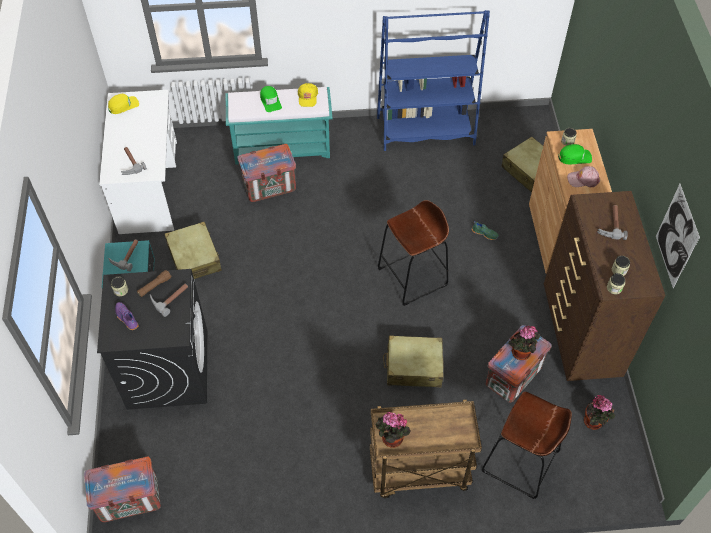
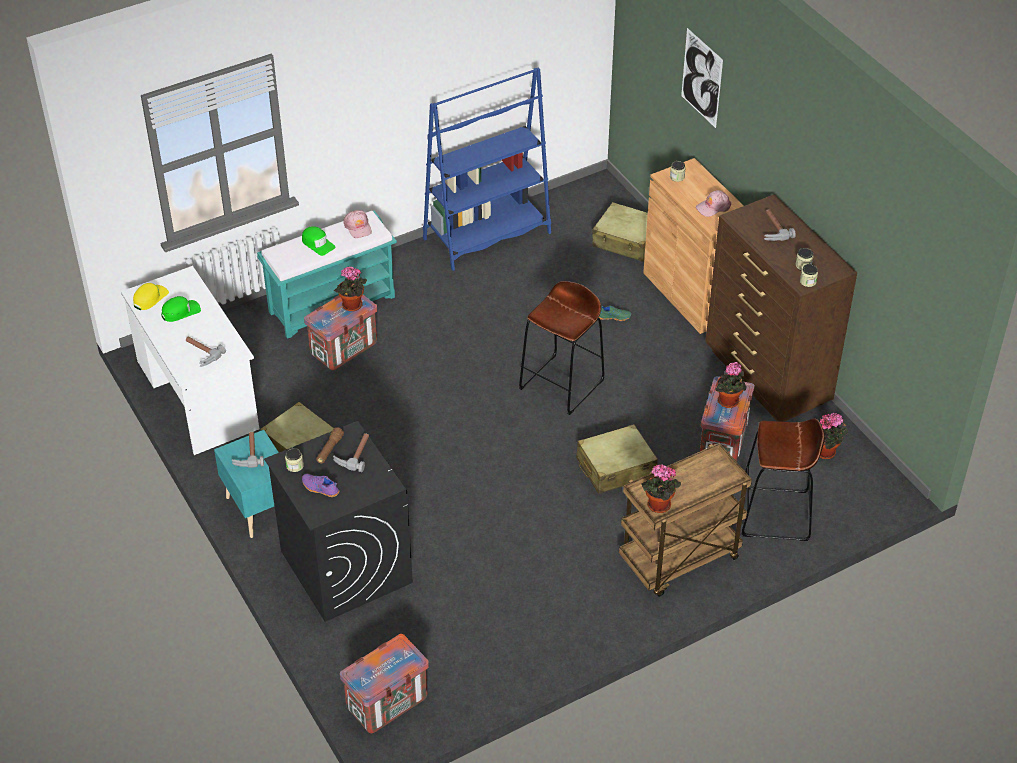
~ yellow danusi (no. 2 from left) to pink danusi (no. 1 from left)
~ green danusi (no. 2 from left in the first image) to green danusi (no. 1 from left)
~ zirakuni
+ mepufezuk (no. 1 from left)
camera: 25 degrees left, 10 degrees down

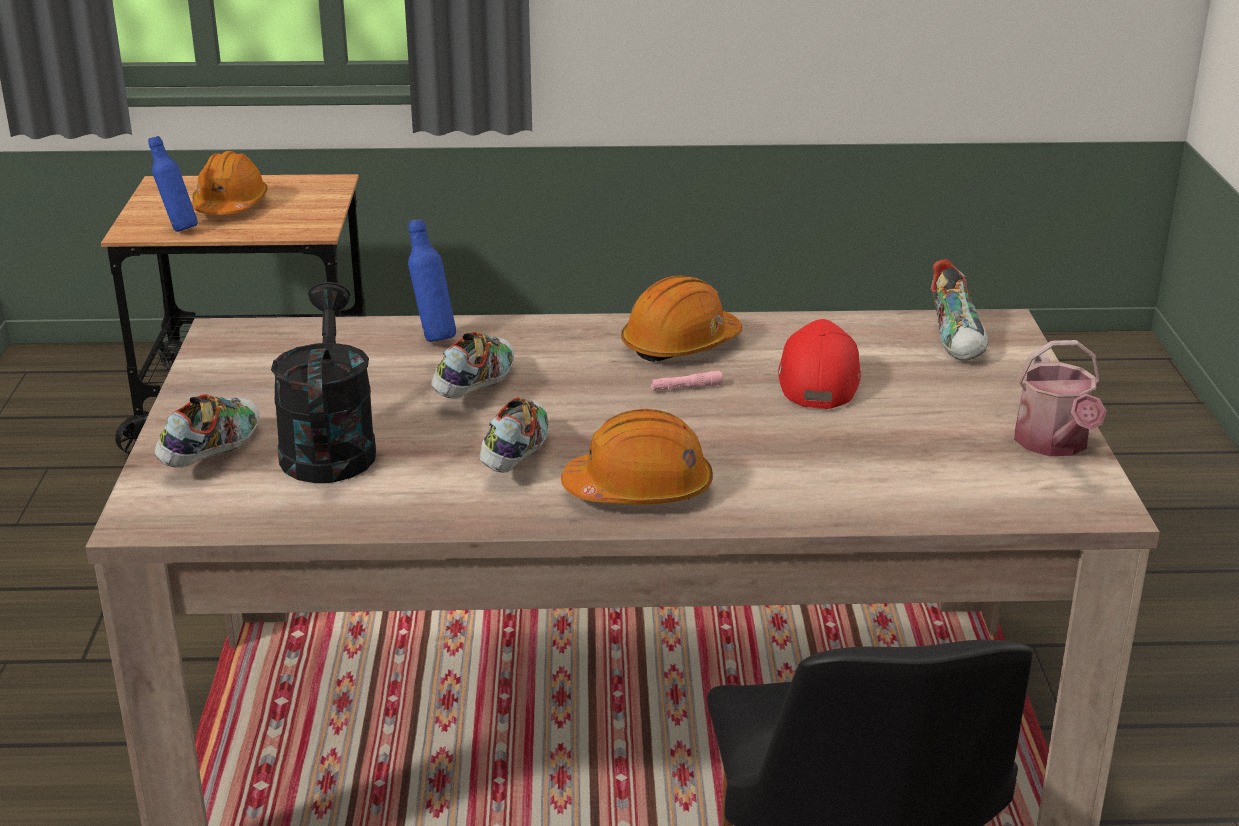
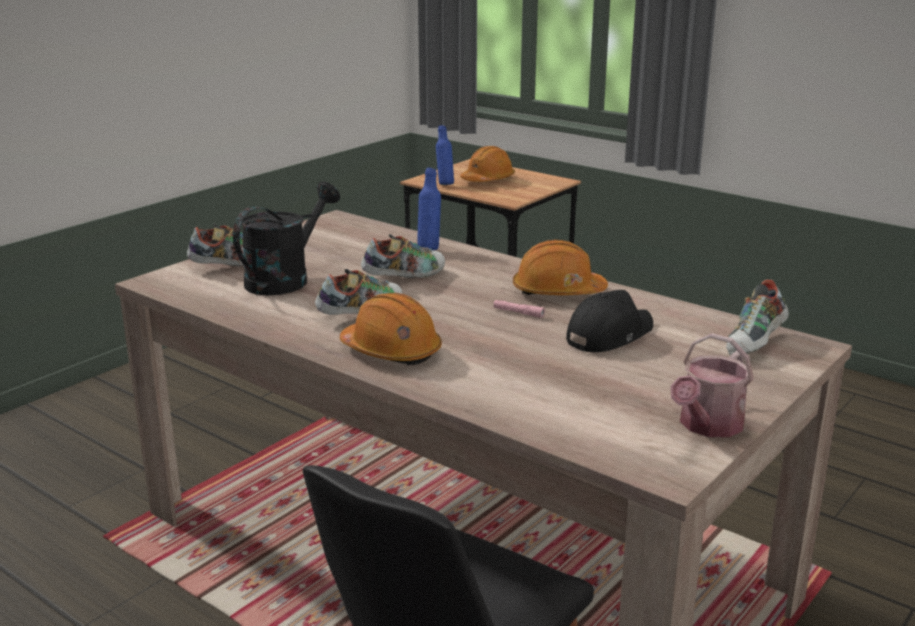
~ red danusi to black danusi
camera: 40 degrees right, 5 degrees down

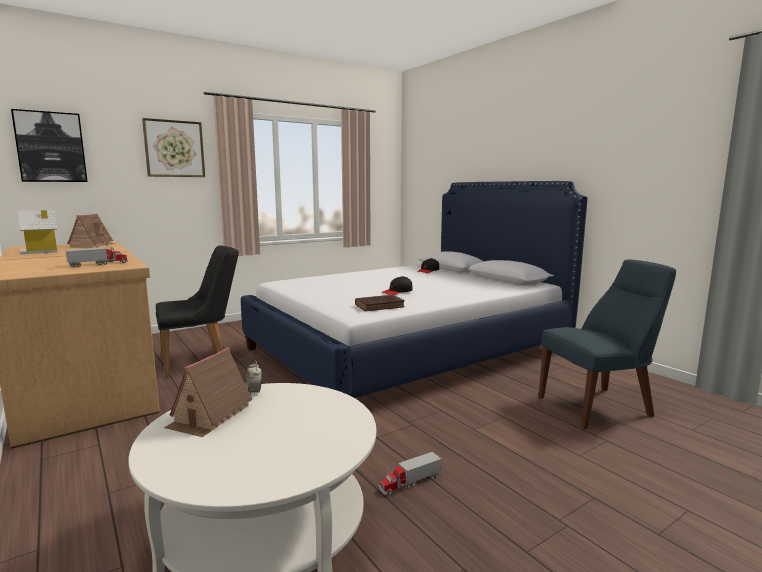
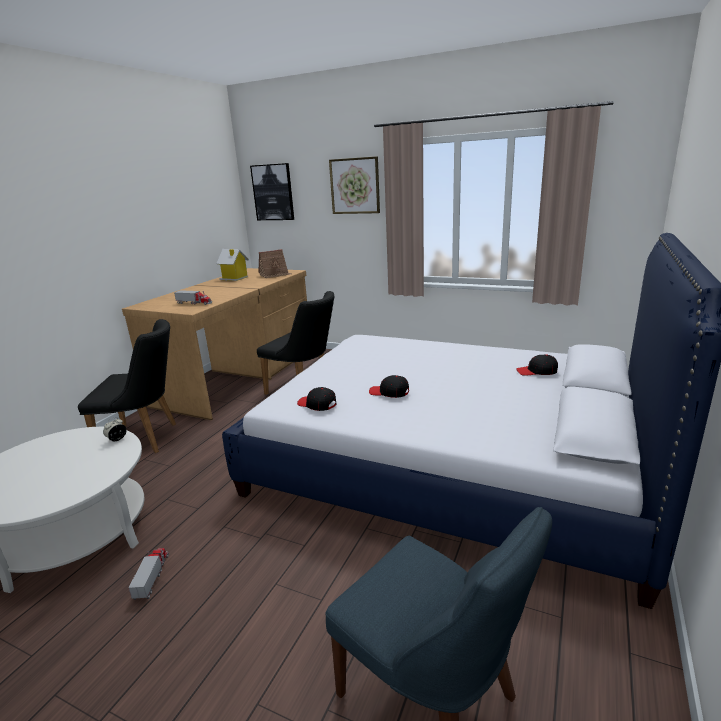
- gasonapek (no. 3 from left)
~ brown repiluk to black danusi (no. 1 from left)
~ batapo (no. 2 from left in the first image) 60 degrees clockwise
+ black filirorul (no. 1 from left)
camera: 60 degrees right, 10 degrees up

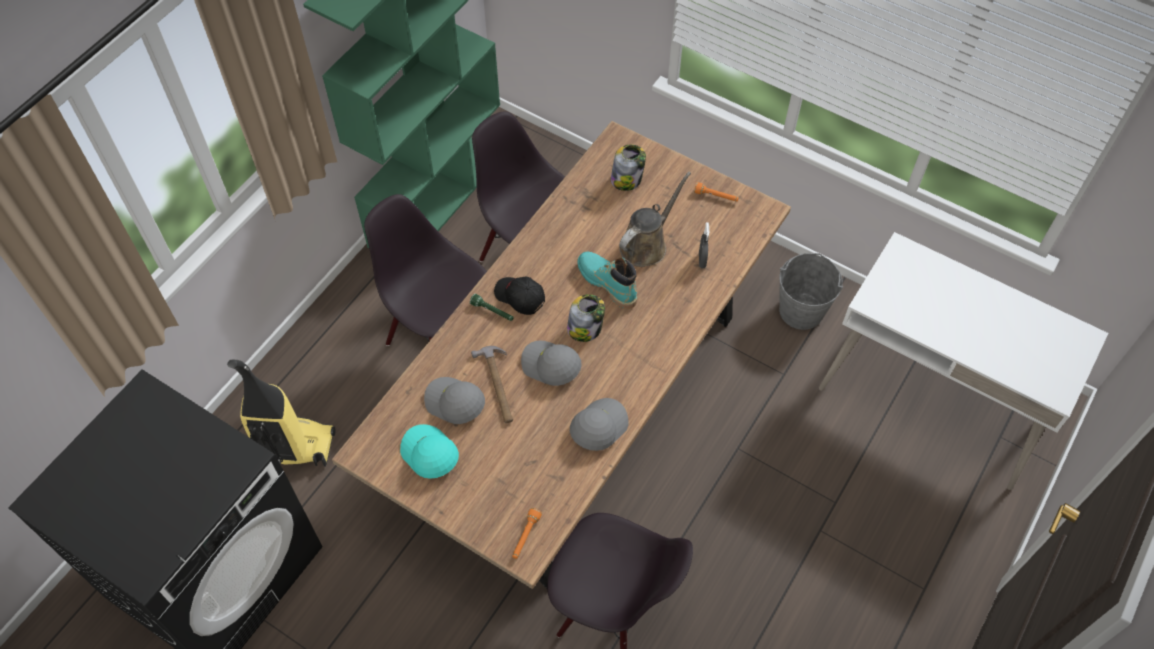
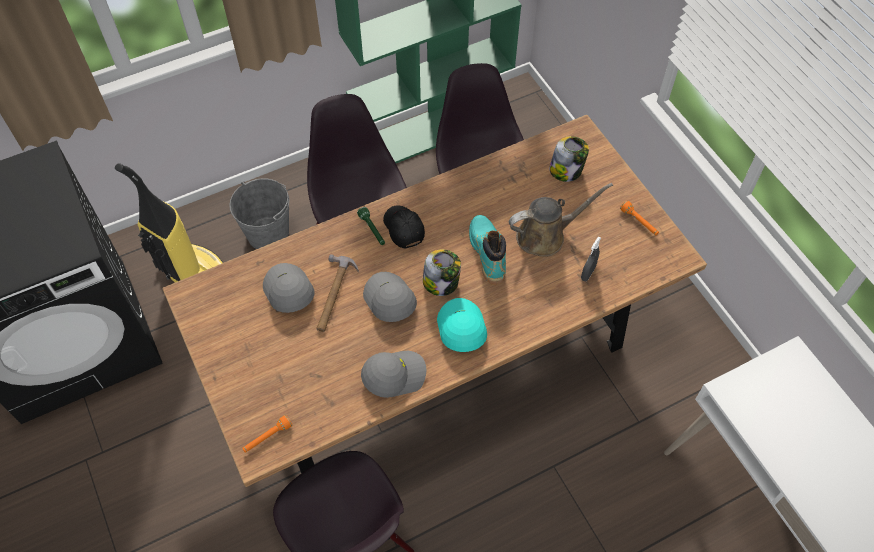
~ turquoise danusi
~ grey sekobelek
camera: 30 degrees right, 0 degrees up

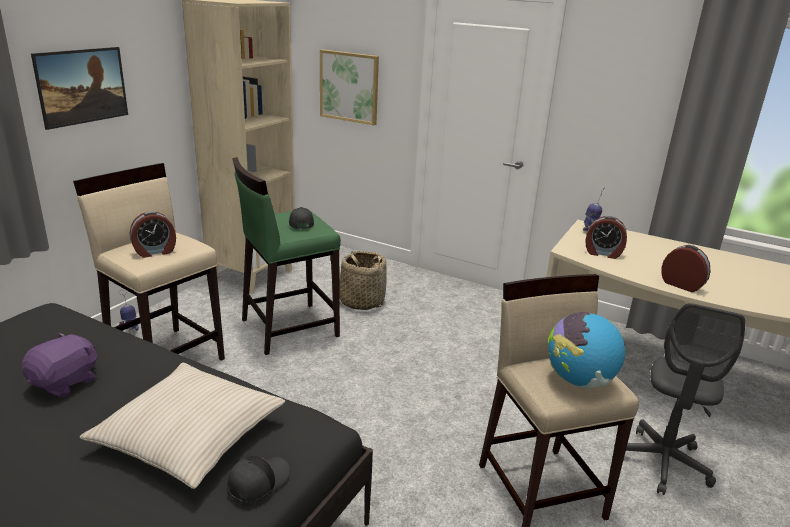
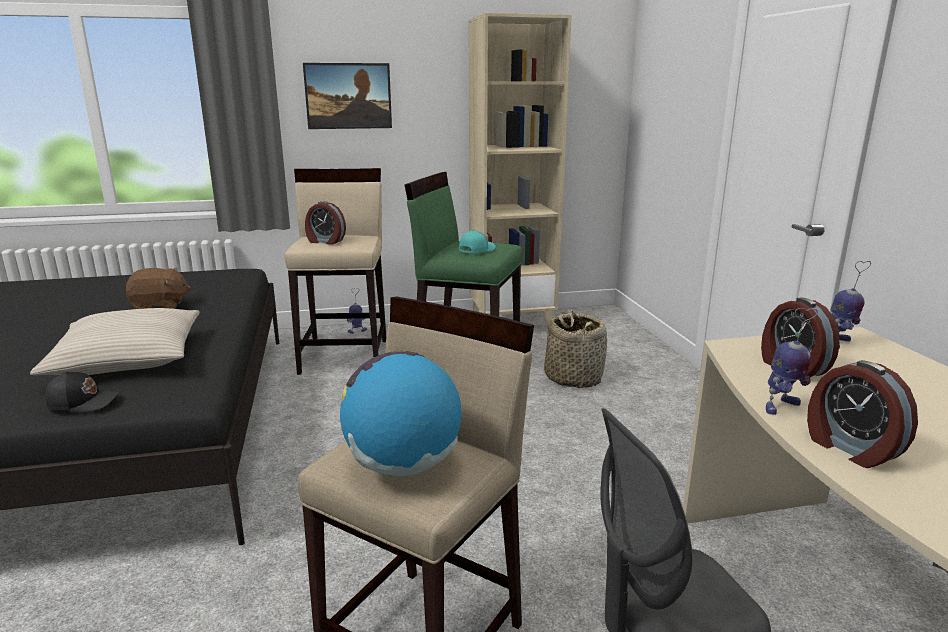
~ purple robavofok to brown robavofok
~ black danusi (no. 2 from left) to turquoise danusi
- zirakuni (no. 2 from left)
~ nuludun (no. 3 from left) 150 degrees clockwise
+ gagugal (no. 2 from left)
camera: 50 degrees right, 5 degrees down

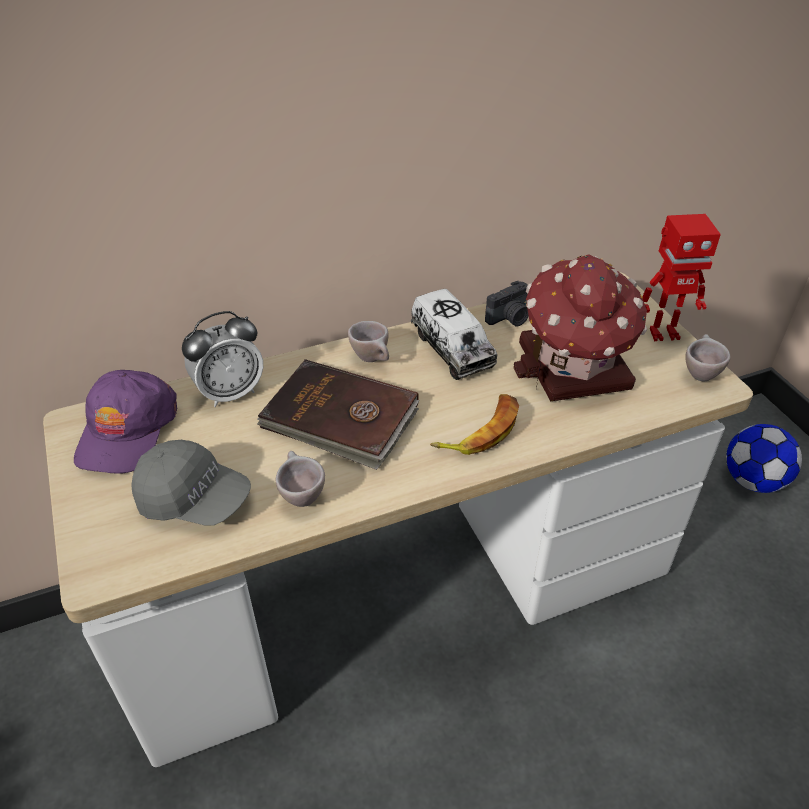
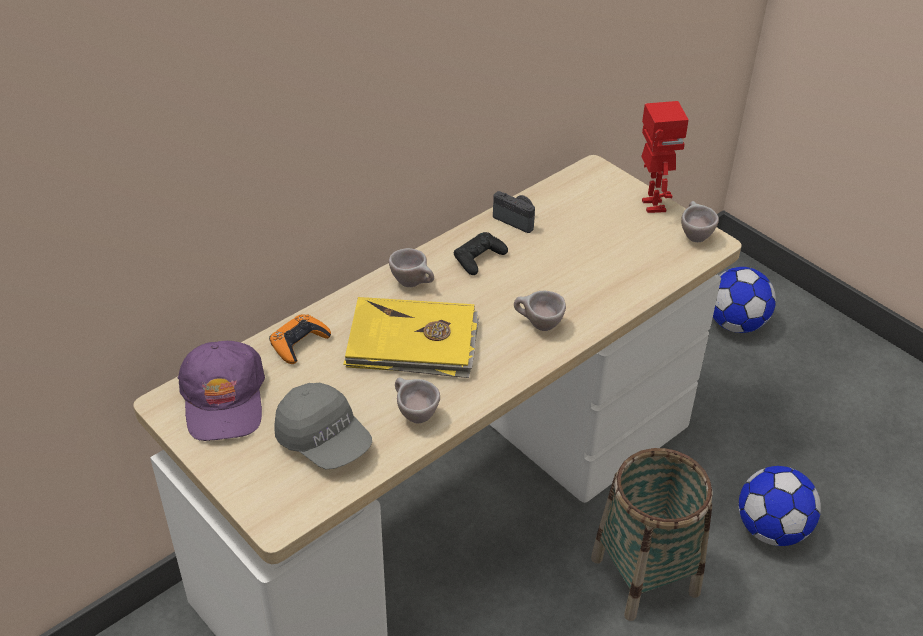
~ grey danusi 45 degrees clockwise
~ nuludun to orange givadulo
~ brown repiluk to yellow repiluk
~ batapo to black givadulo
~ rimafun to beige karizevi (no. 3 from left)
~ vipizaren 90 degrees counterclockwise
- gasonapek
~ gagugal 75 degrees counterclockwise
+ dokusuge
+ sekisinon (no. 2 from left)
camera: 20 degrees left, 0 degrees up

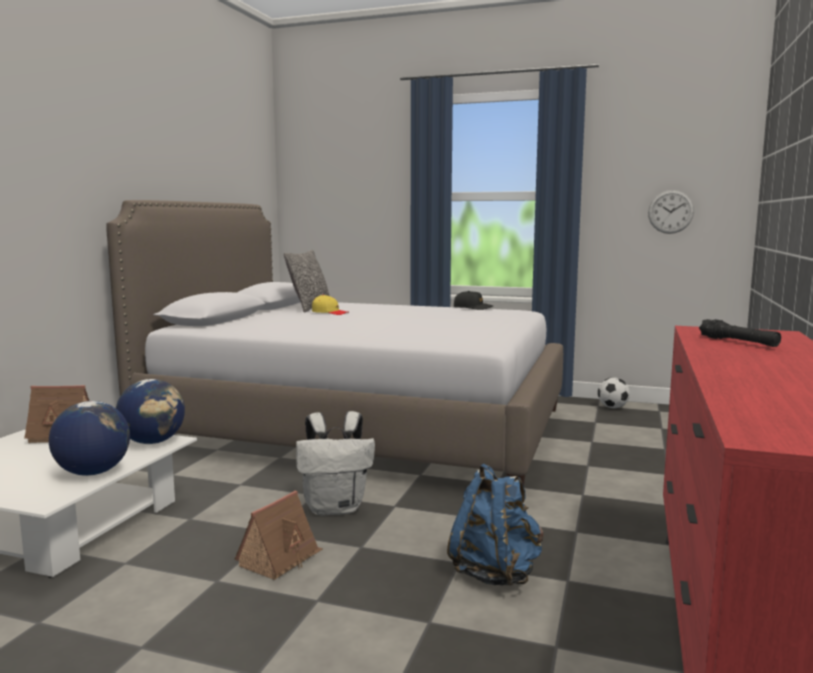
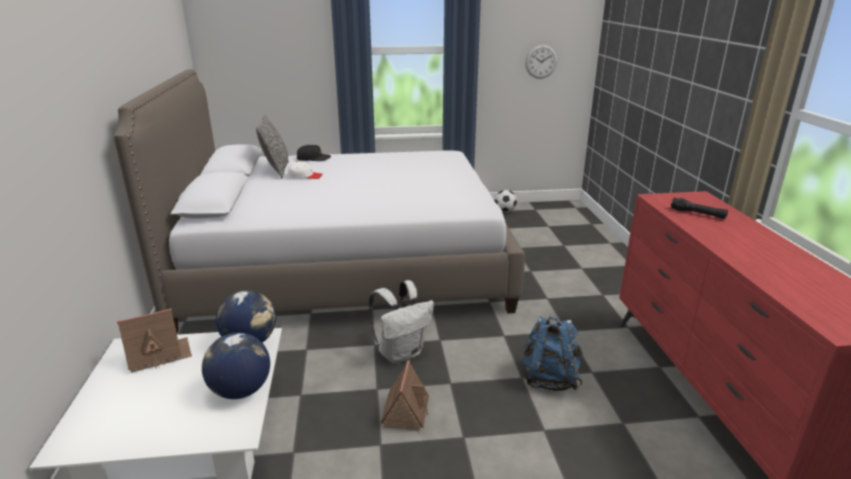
~ yellow danusi to white danusi
~ black danusi
camera: 25 degrees left, 15 degrees up

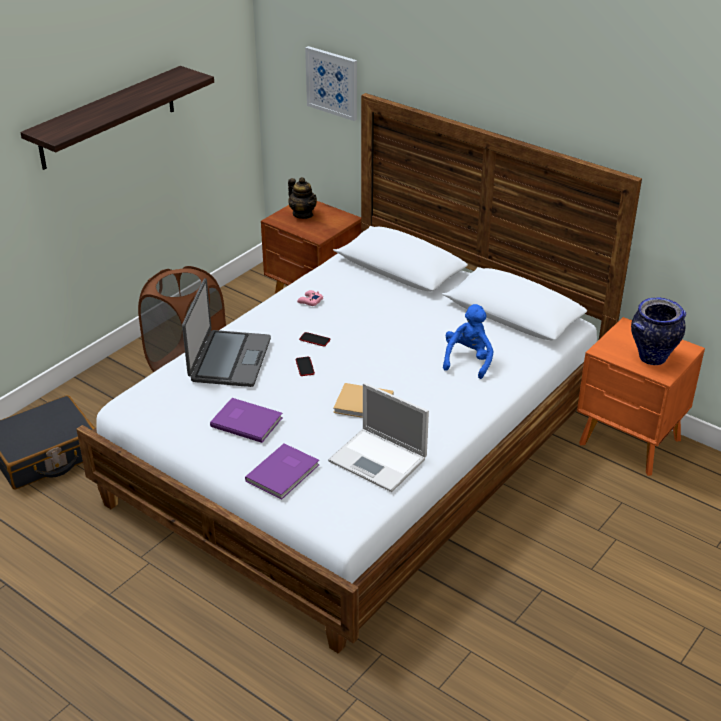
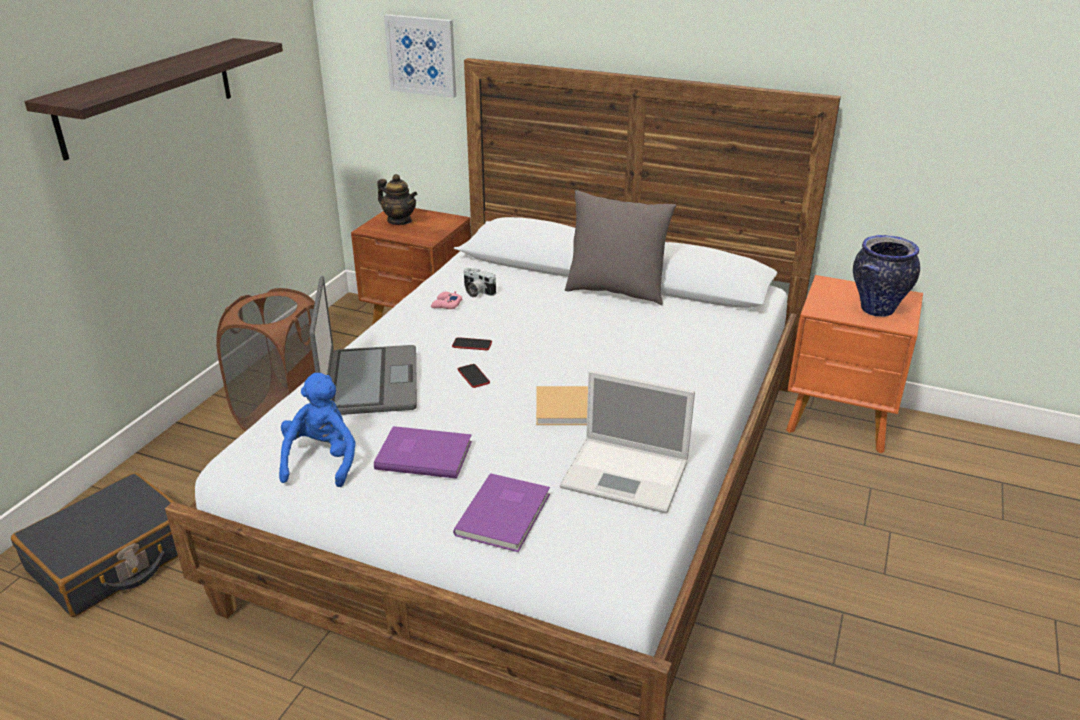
~ blue robavofok
+ vipizaren
+ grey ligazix
camera: 15 degrees left, 5 degrees down

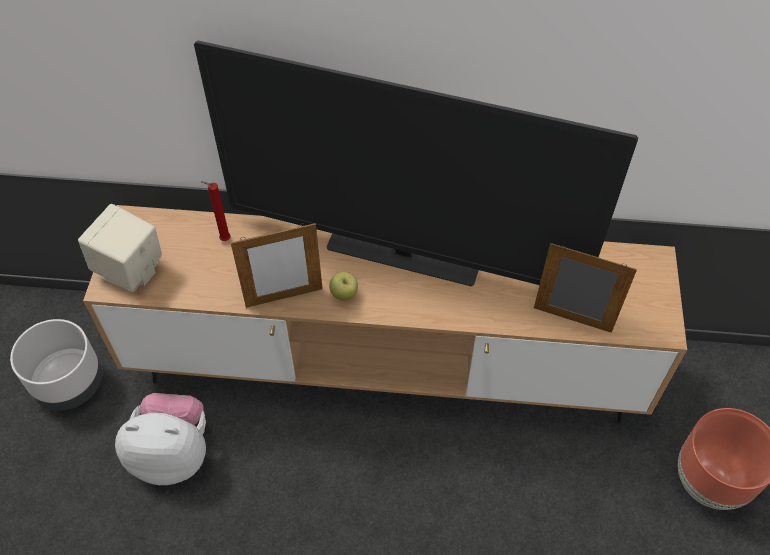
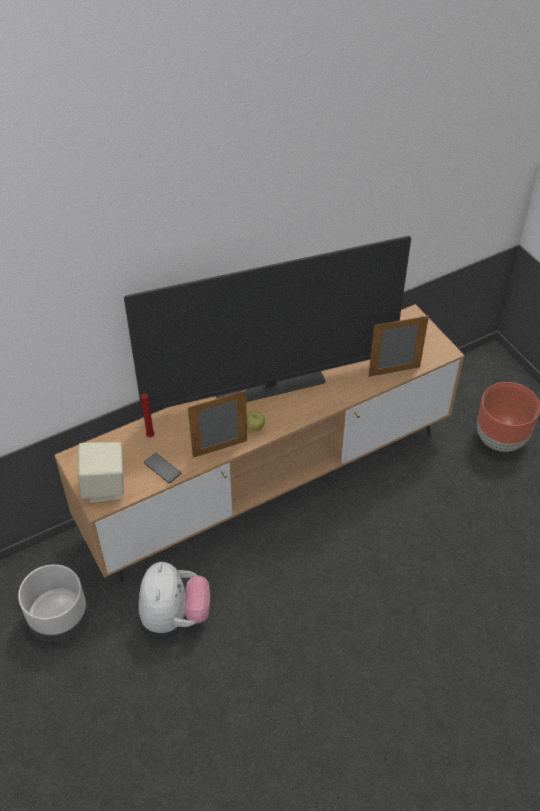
~ robavofok 120 degrees clockwise
~ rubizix (no. 1 from left) 150 degrees counterclockwise
+ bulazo
camera: 35 degrees left, 5 degrees down

